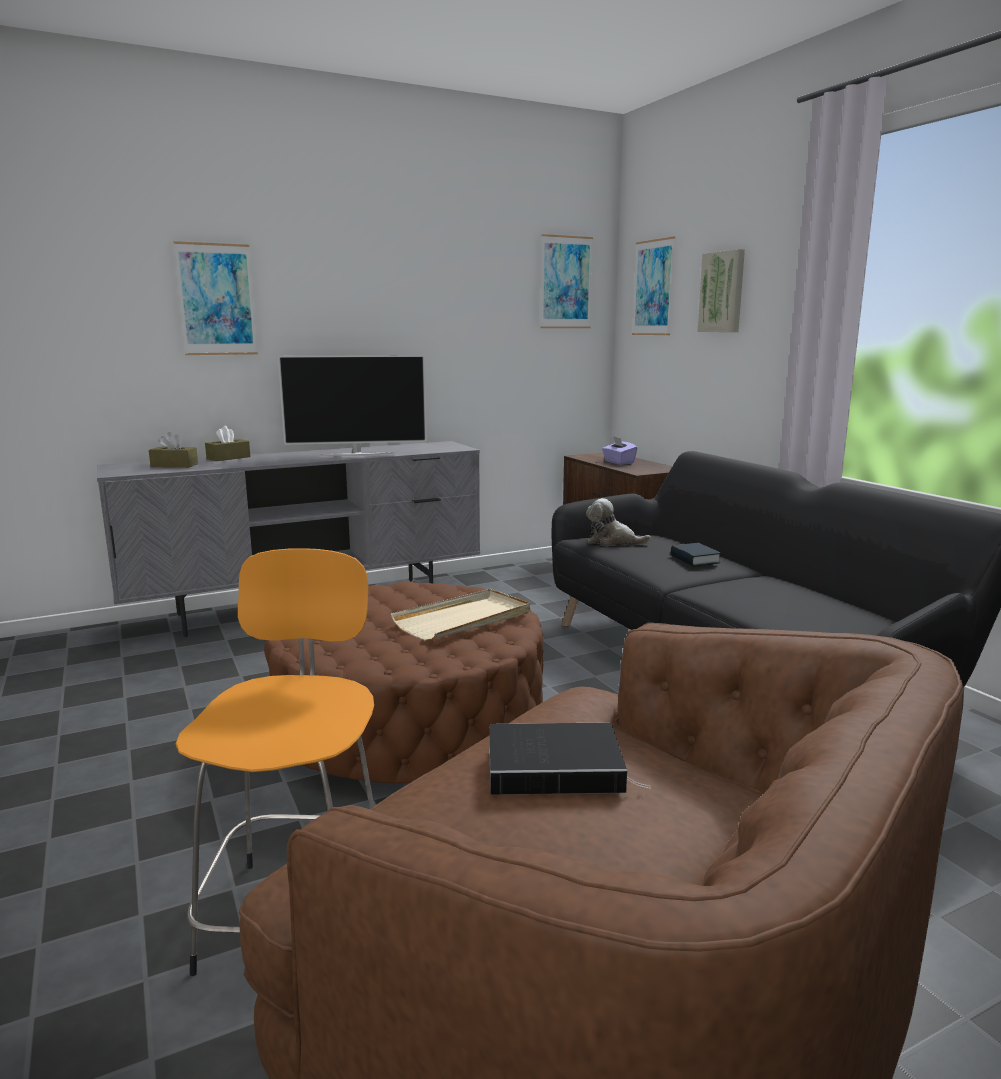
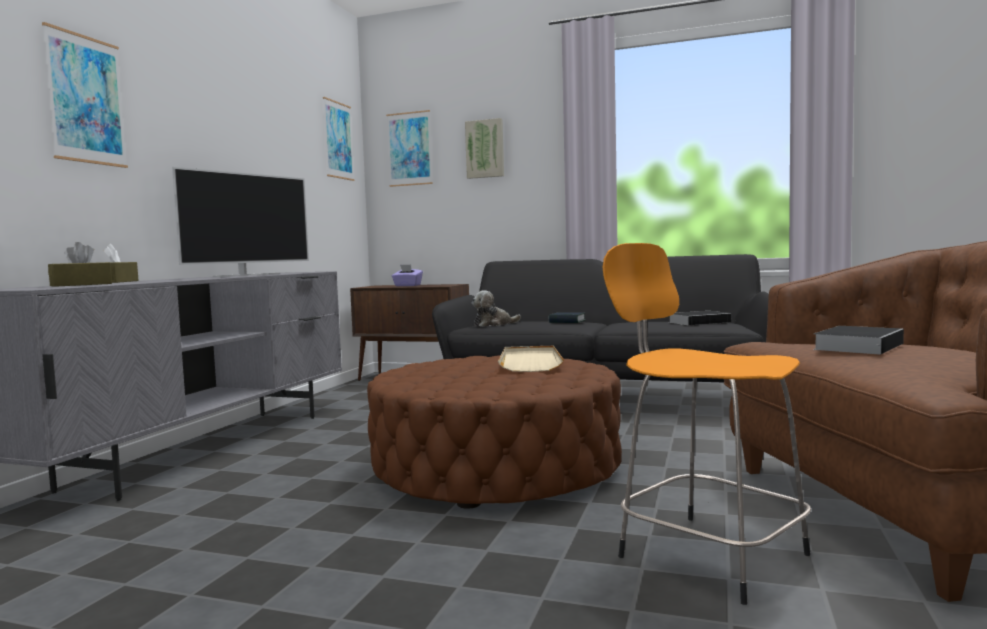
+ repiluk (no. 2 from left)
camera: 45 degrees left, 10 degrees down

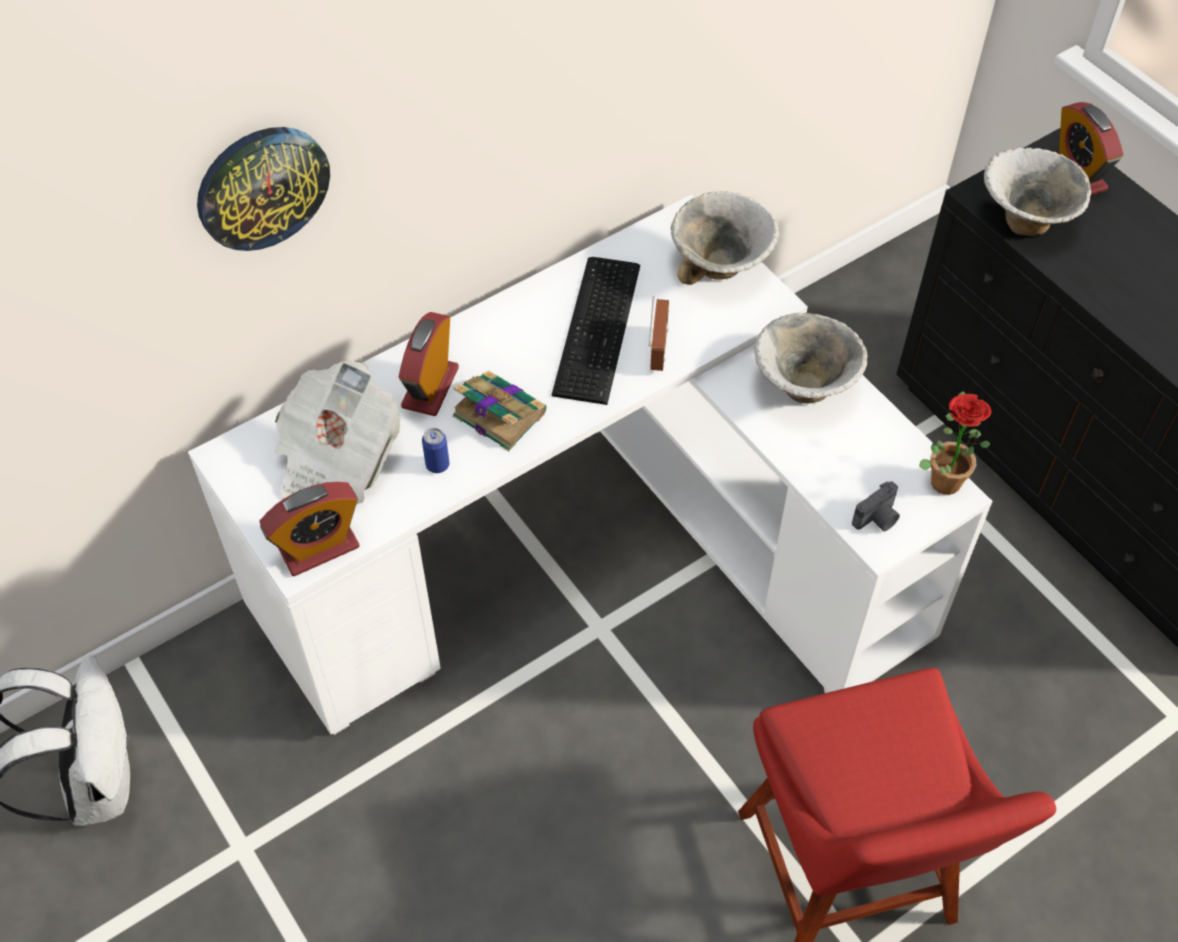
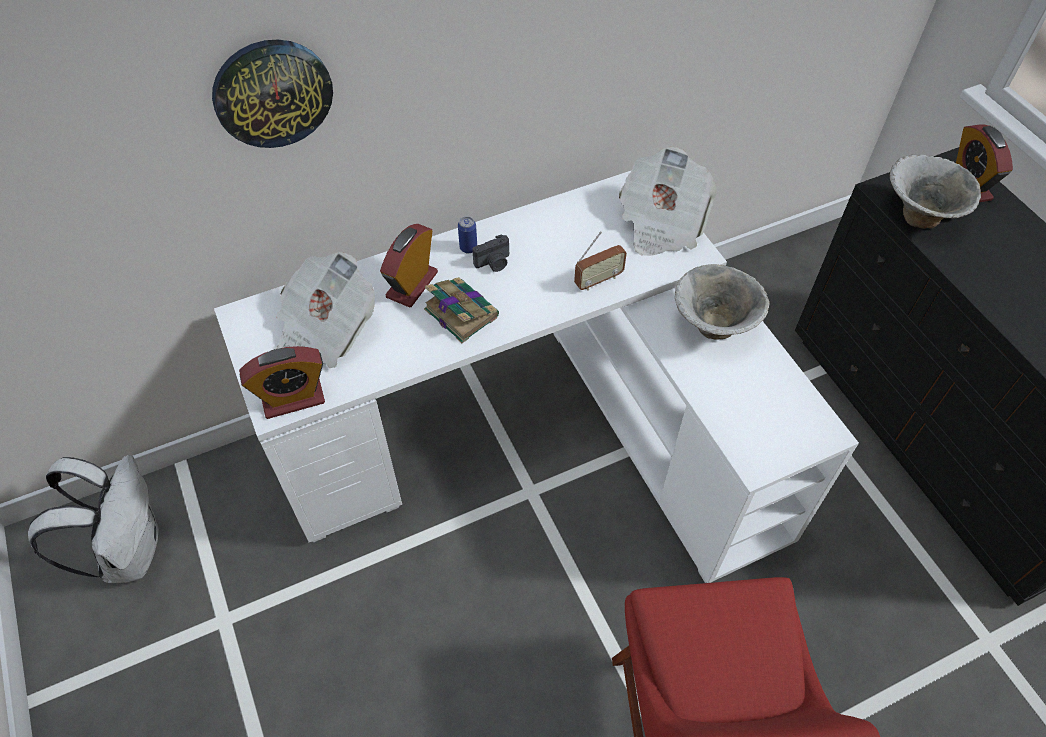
~ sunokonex
- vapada
~ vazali 45 degrees clockwise
~ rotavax (no. 1 from left) to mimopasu (no. 2 from left)
~ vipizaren
- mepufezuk
camera: 10 degrees right, 0 degrees up

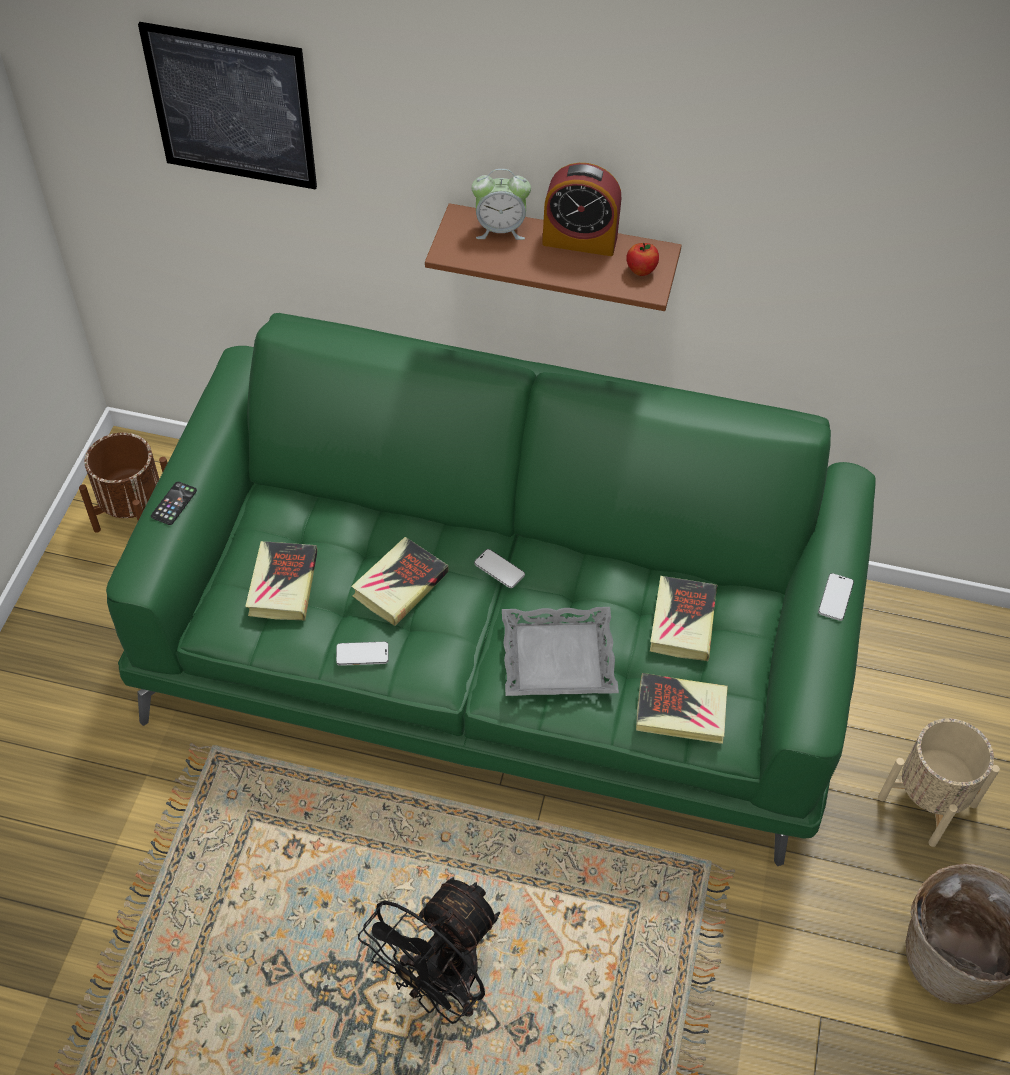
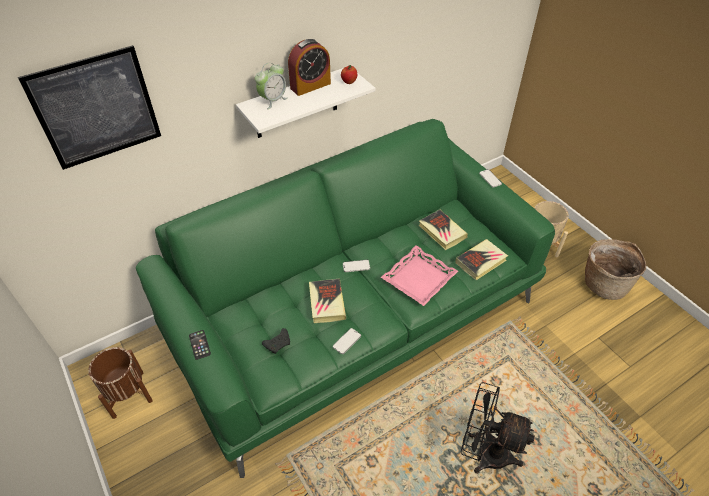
~ repiluk (no. 1 from left) to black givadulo
~ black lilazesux 120 degrees clockwise
~ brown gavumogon to white gavumogon
~ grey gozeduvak to pink gozeduvak
camera: 45 degrees left, 5 degrees down

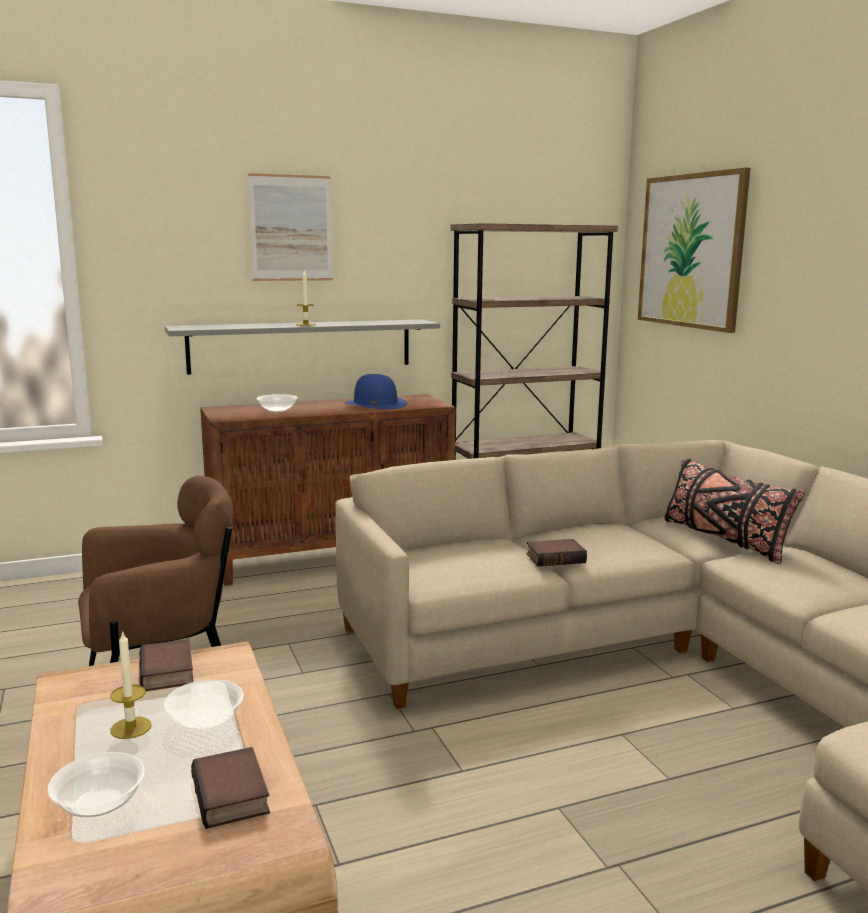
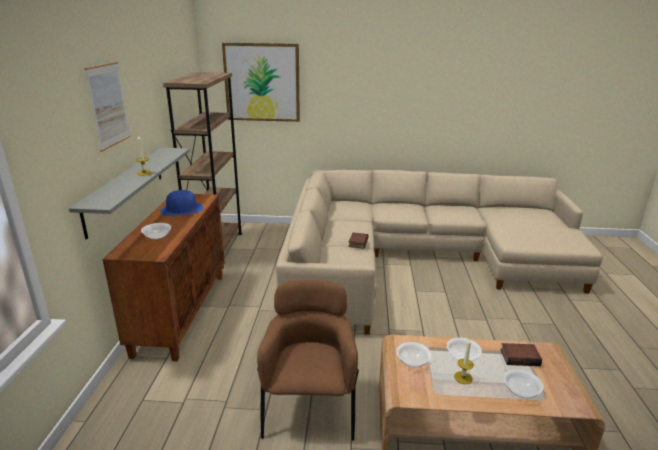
~ repiluk (no. 1 from left) to rotavax (no. 2 from left)
- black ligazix
camera: 65 degrees left, 10 degrees up

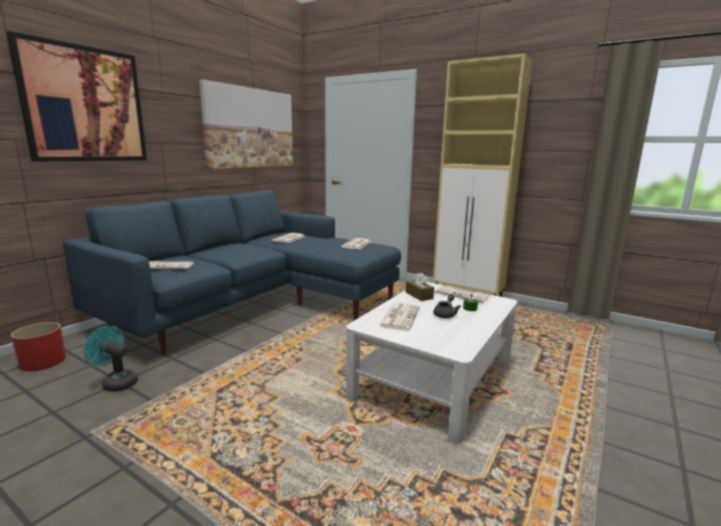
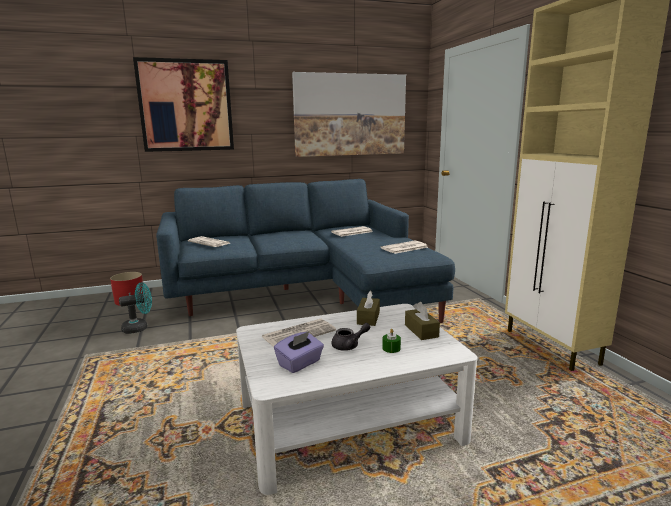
~ turquoise lilazesux 90 degrees clockwise
~ mimopasu (no. 5 from left) to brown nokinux (no. 2 from left)
+ purple nokinux
camera: 40 degrees right, 0 degrees up

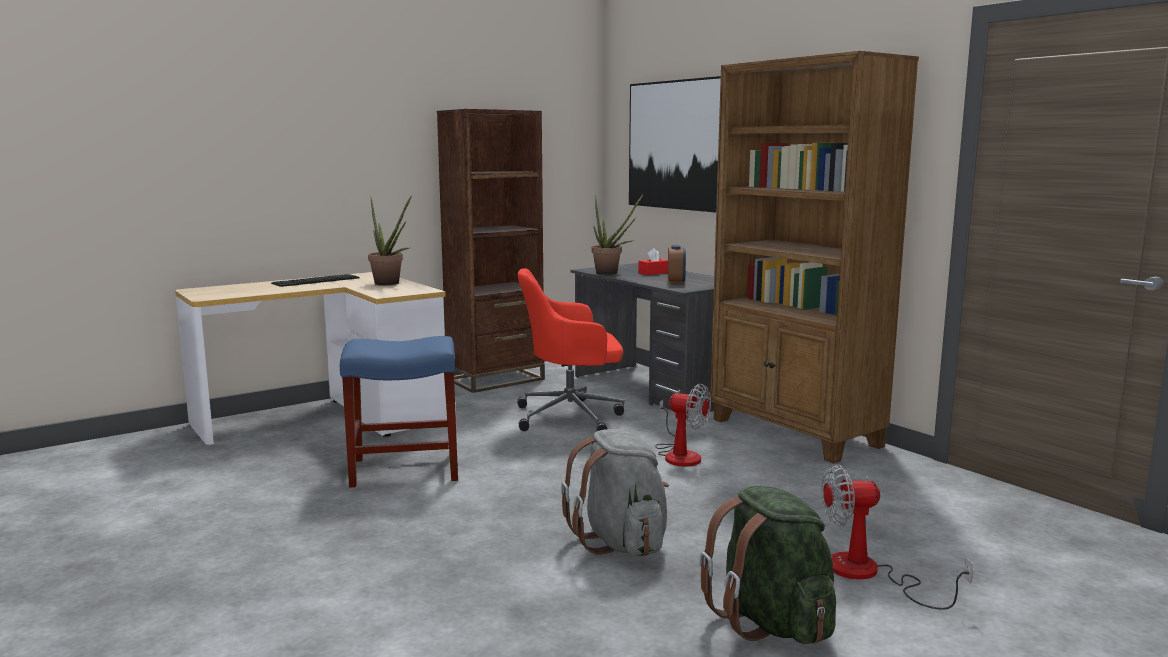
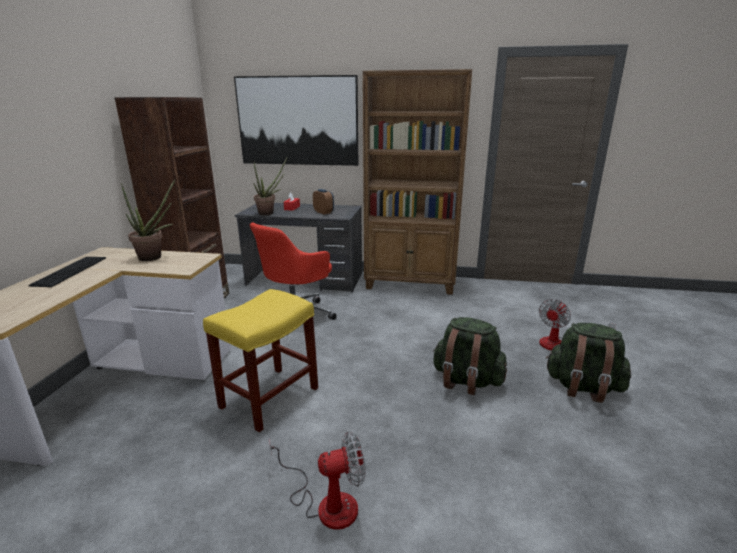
~ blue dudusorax to yellow dudusorax
~ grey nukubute to green nukubute (no. 1 from left)
~ lilazesux (no. 1 from left)
camera: 45 degrees left, 10 degrees up

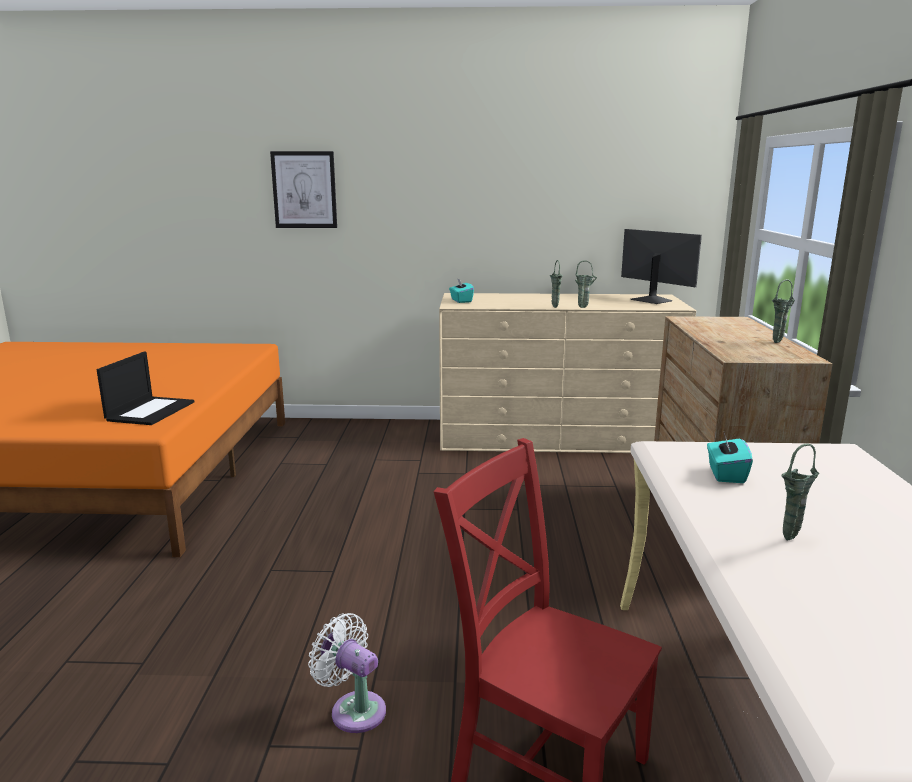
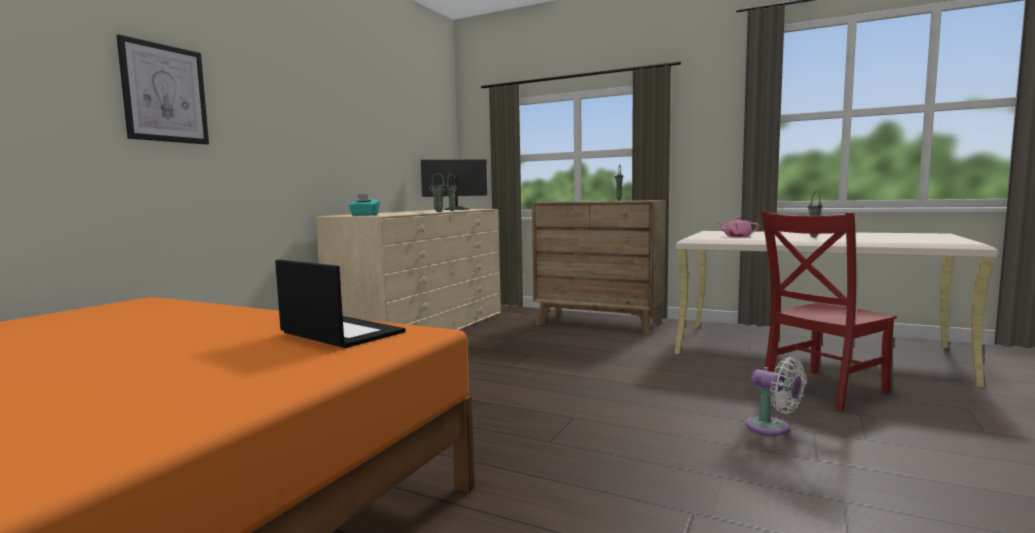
~ white lilazesux 105 degrees counterclockwise
~ turquoise nokinux (no. 2 from left) to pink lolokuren
camera: 65 degrees left, 10 degrees down

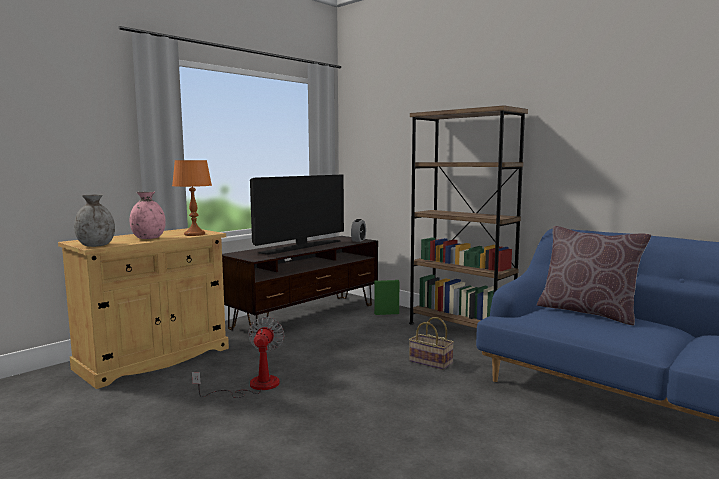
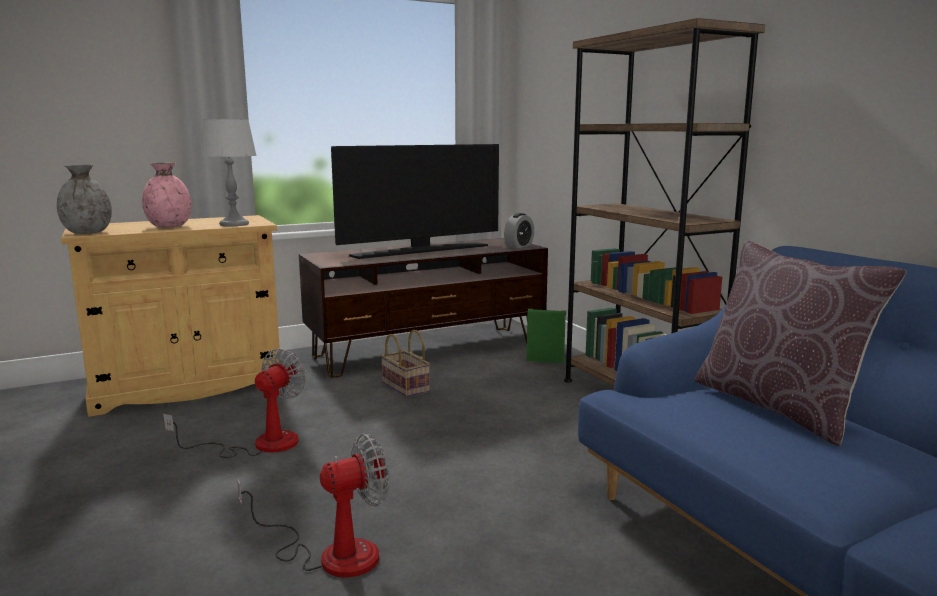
~ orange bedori to grey bedori
~ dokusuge
+ lilazesux (no. 2 from left)
camera: 20 degrees right, 5 degrees up

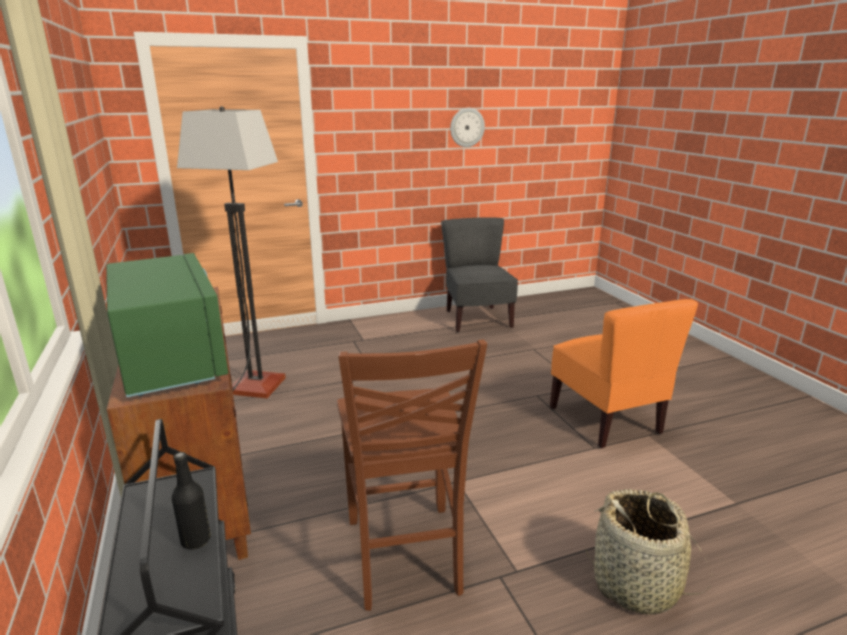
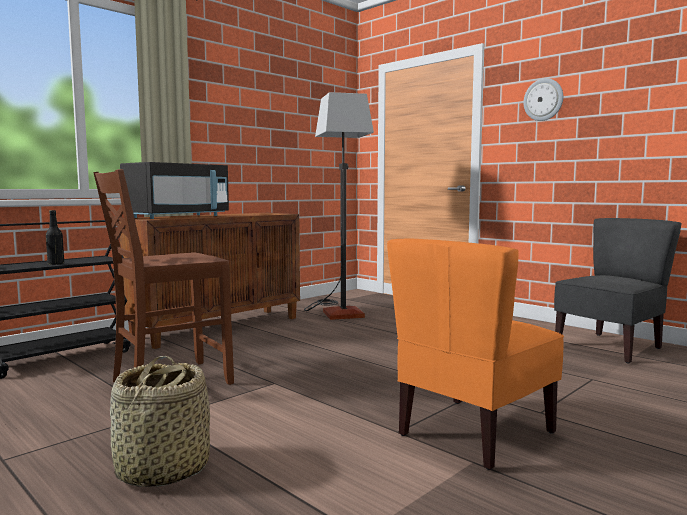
~ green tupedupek to black tupedupek
~ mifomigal
camera: 65 degrees right, 15 degrees down

